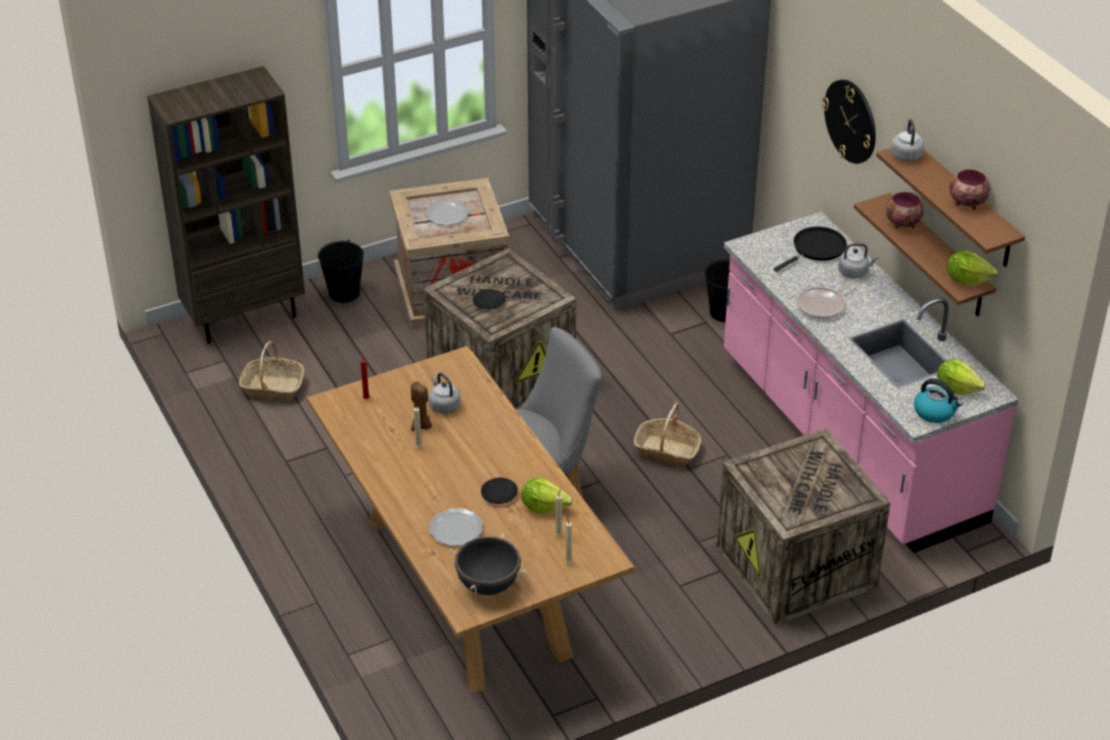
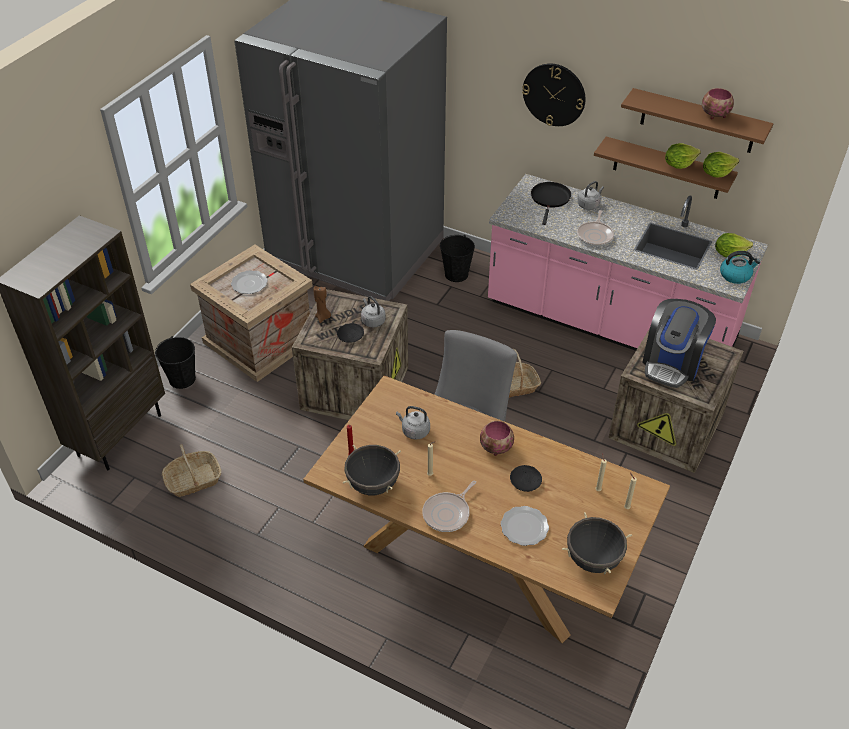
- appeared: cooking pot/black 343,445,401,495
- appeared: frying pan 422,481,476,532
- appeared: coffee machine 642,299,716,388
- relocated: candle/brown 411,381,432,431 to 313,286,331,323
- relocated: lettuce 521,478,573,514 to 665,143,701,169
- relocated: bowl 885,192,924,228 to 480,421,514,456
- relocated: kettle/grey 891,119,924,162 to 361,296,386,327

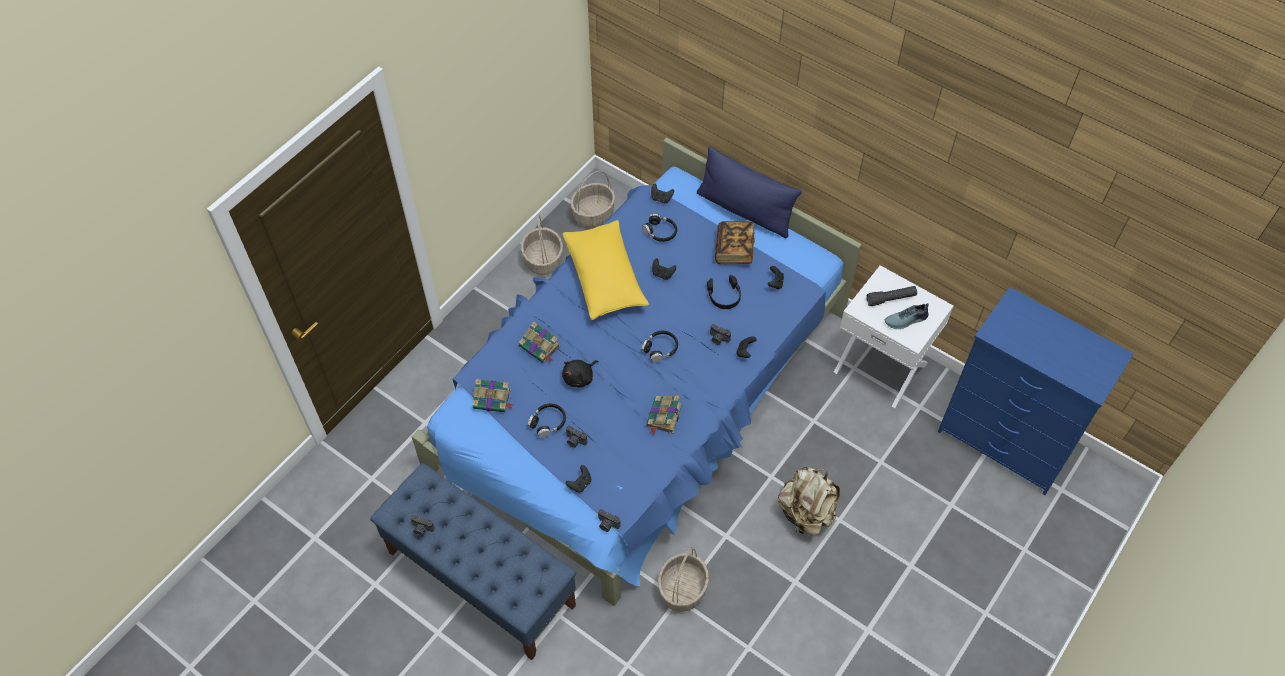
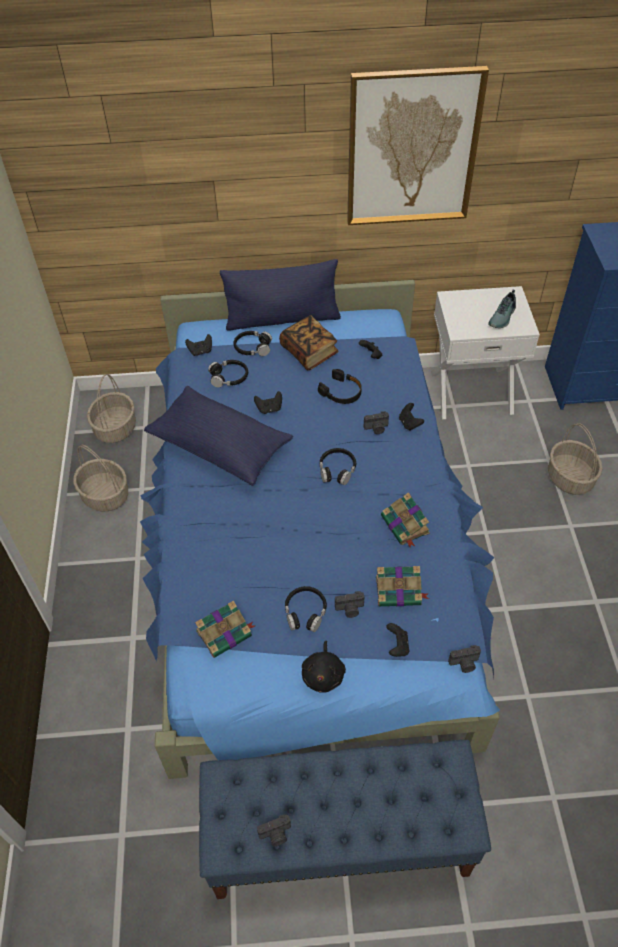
- missing: backpack/beige 778,467,840,535
- missing: flashlight/black 866,286,917,306
- appeared: headphones/black 233,331,272,356
- appeared: picture 347,66,489,225
- relocated: book 519,322,561,363 to 376,566,429,606
- relocated: plush toy/black 562,360,599,388 to 302,641,346,693
- relocated: basket 658,547,709,612 to 548,423,603,495
- colour: pillow/yellow 563,220,649,320 to pillow/blue 144,386,293,486

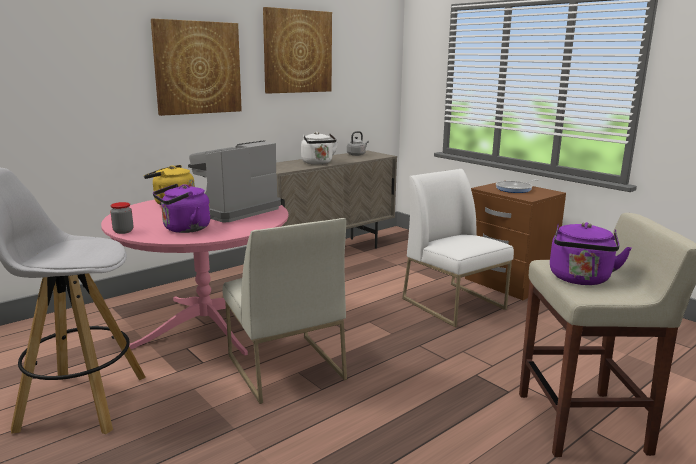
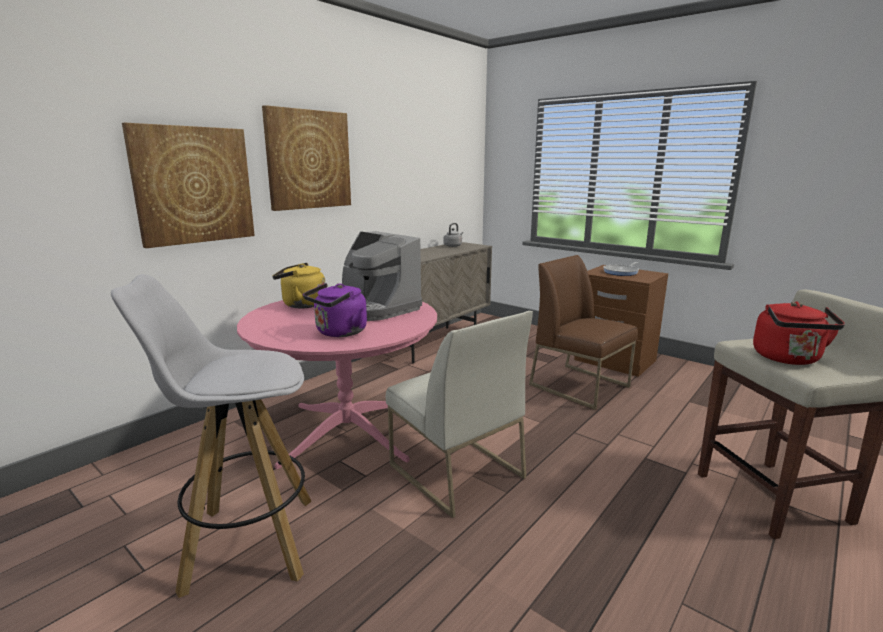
- missing: jar 110,202,133,234
- missing: kettle/white 301,132,338,164
- relocated: picture 263,7,332,94 to 122,123,255,248
- colour: chair/white 402,169,514,327 to chair/brown 529,255,638,410
- colour: kettle/purple 550,222,632,285 to kettle/red 753,302,845,365
- spun: coffee machine 188,140,281,222 = 342,231,422,321 75 degrees counterclockwise

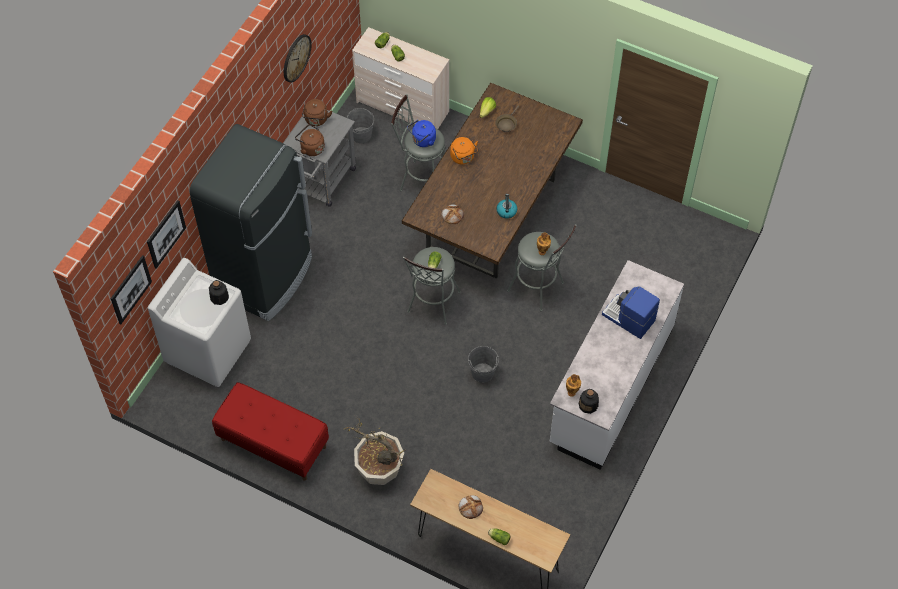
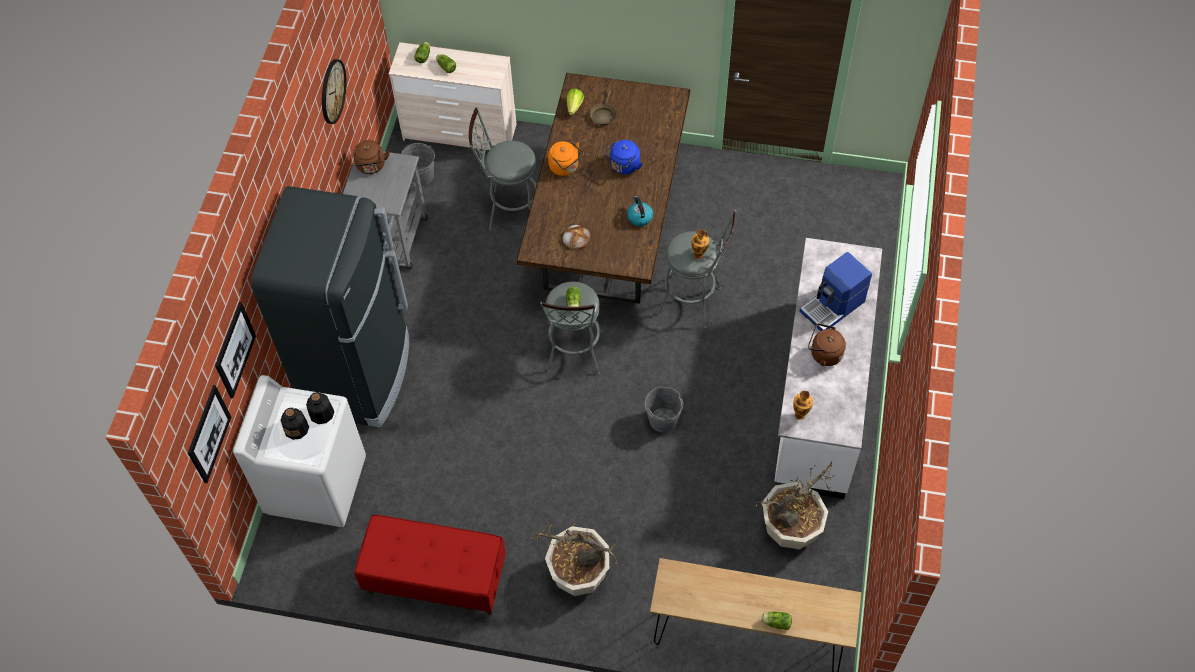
- missing: bread 458,495,483,519
- appeared: potted plant 755,462,838,550
- relocated: kettle/brown 295,124,325,156 to 808,323,846,366
- relocated: kettle/blue 407,120,436,147 to 604,140,643,174
- relocated: bottle 579,389,599,414 to 281,408,309,440
- spun: coffee machine 602,286,660,339 = 799,252,872,331 60 degrees counterclockwise

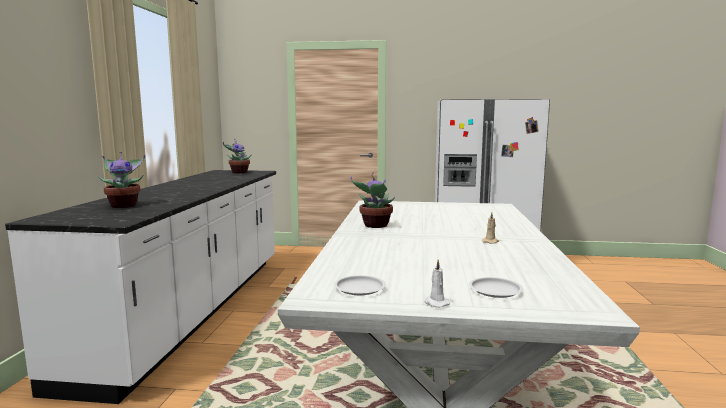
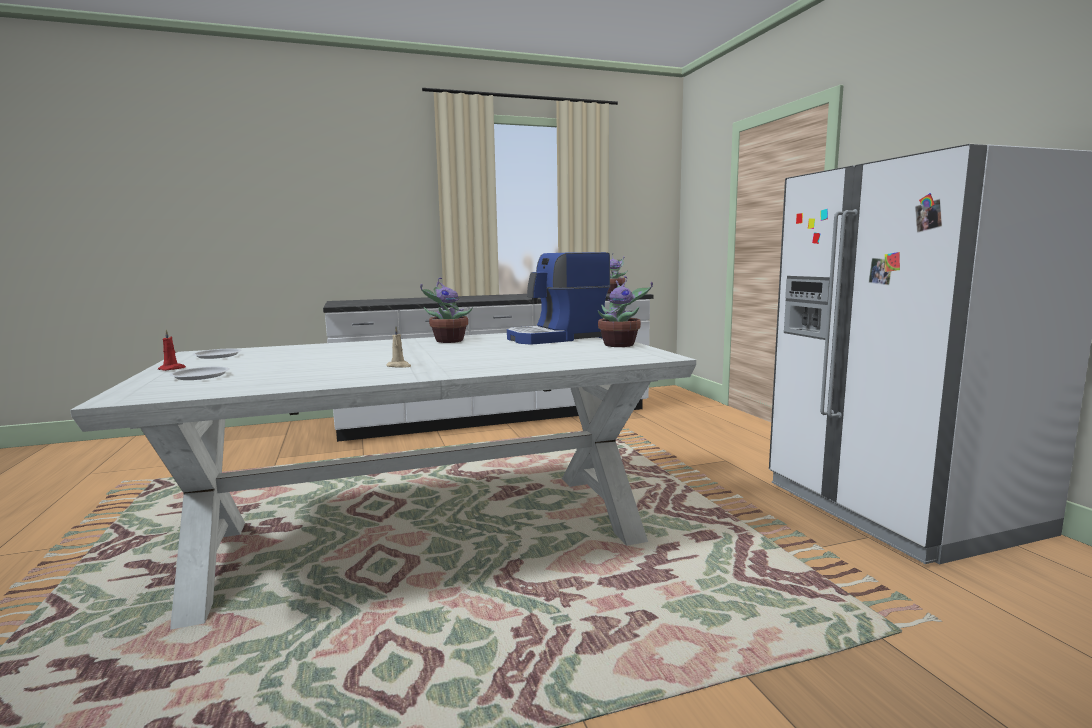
- appeared: coffee machine 507,252,610,345
- relocated: potted plant 98,152,145,208 to 598,276,653,347
- colour: candle/white 424,260,450,308 to candle/red 158,329,186,371

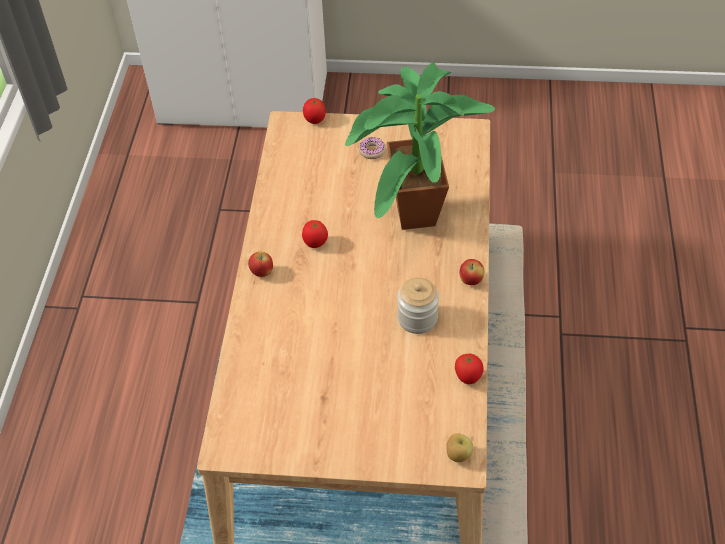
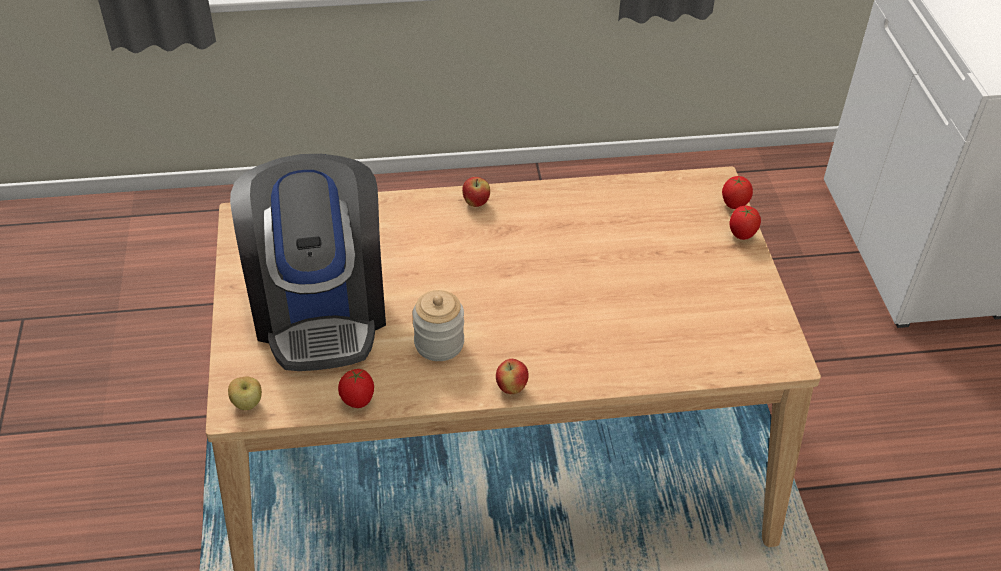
- missing: potted plant 345,62,495,230
- missing: donut 359,137,386,159
- appeared: coffee machine 230,154,386,371
- relocated: tomato 302,220,328,248 to 730,206,761,240

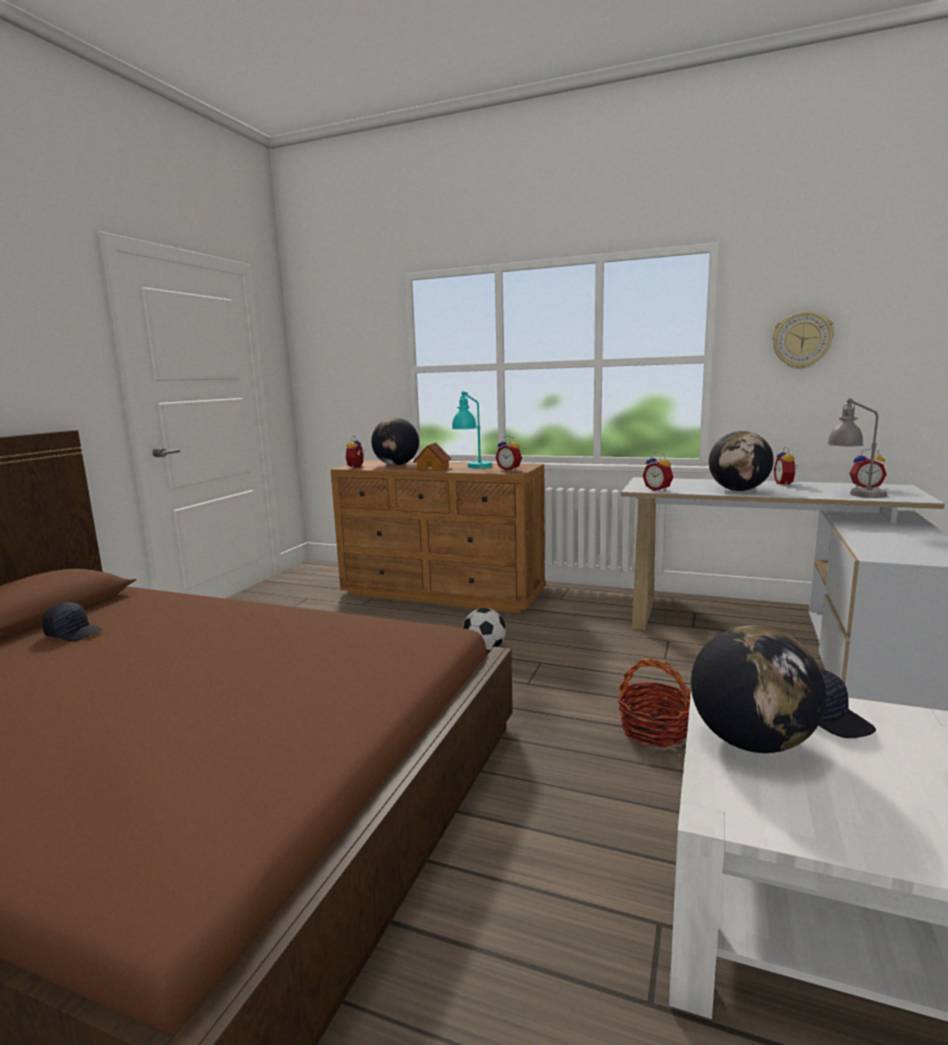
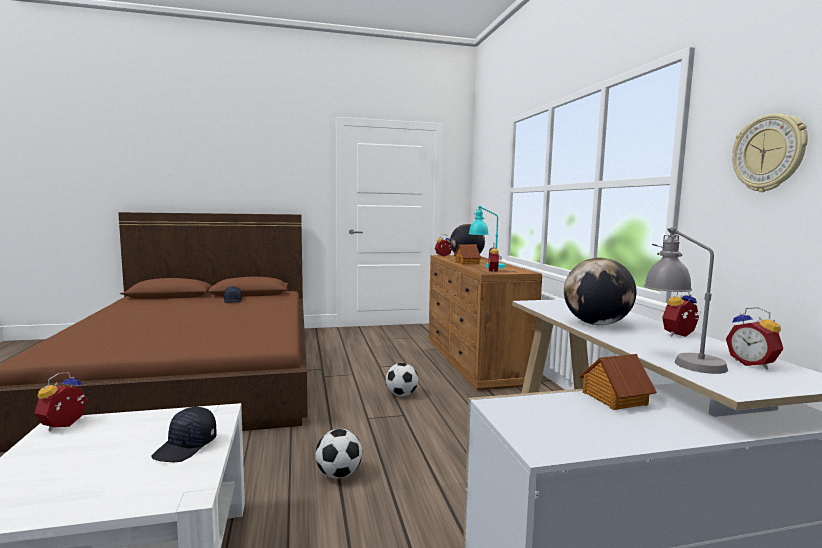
- missing: globe 691,625,827,753
- appeared: toy house 579,354,657,410
- relocated: alarm clock 643,452,673,491 to 35,373,87,431
- exchanged: basket 618,658,691,748 to football 315,429,362,478

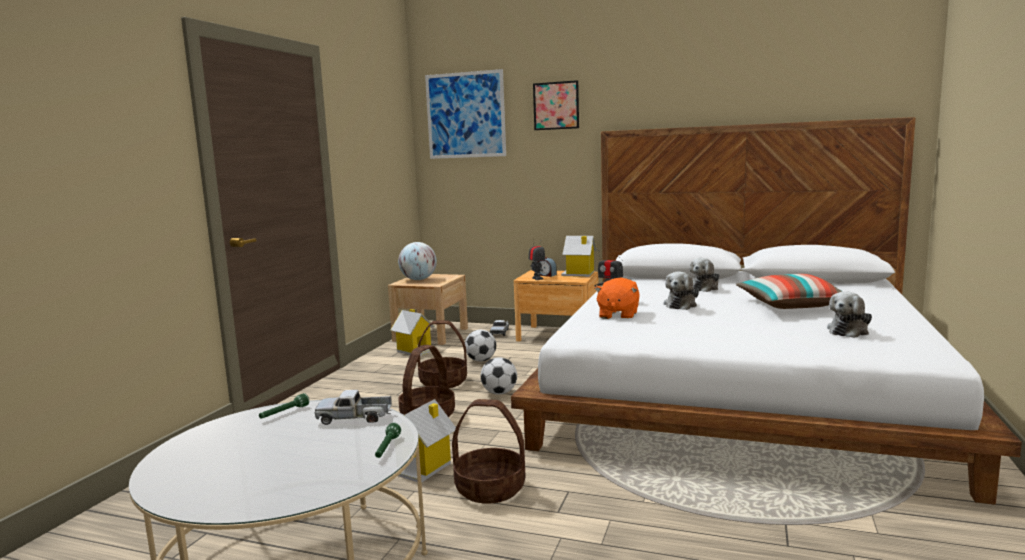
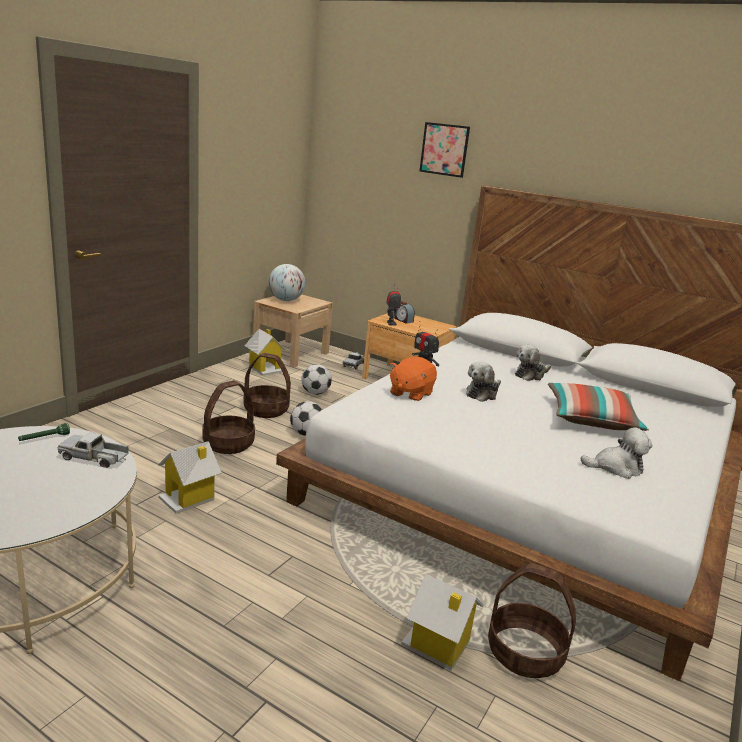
- missing: flashlight/green 375,423,401,458
- missing: picture 425,69,506,159
- relocated: basket 452,399,526,504 to 488,563,576,678
- relocated: toy house 561,236,597,277 to 401,574,483,671
- spun: plush toy 827,291,872,338 = 580,427,653,479 150 degrees counterclockwise

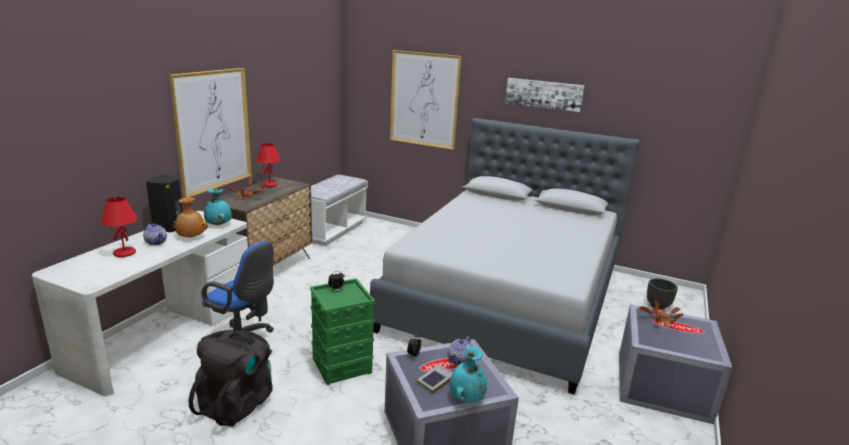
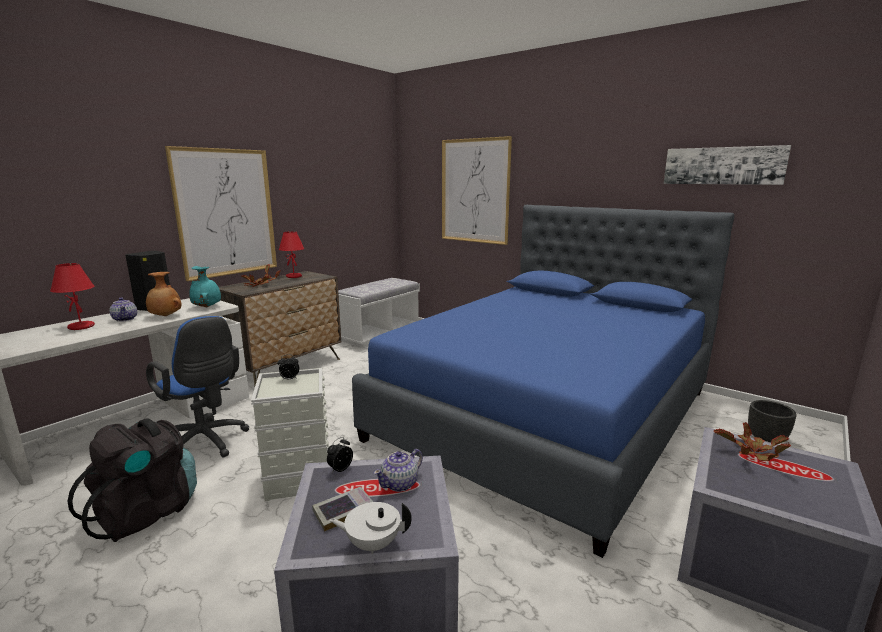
- relocated: picture 505,78,585,112 to 664,145,791,185
- exchanged: vase/turquoise 450,346,487,402 to teapot/white 329,502,412,554
- colour: storage box/green 310,278,375,385 to storage box/grey 251,368,329,501
- colour: bed/grey 370,118,640,394 to bed/blue 352,205,734,558

